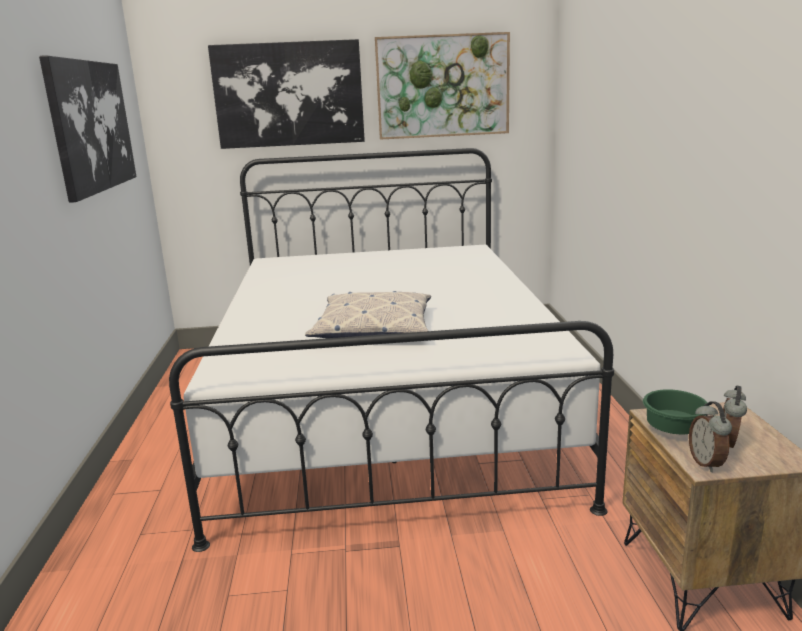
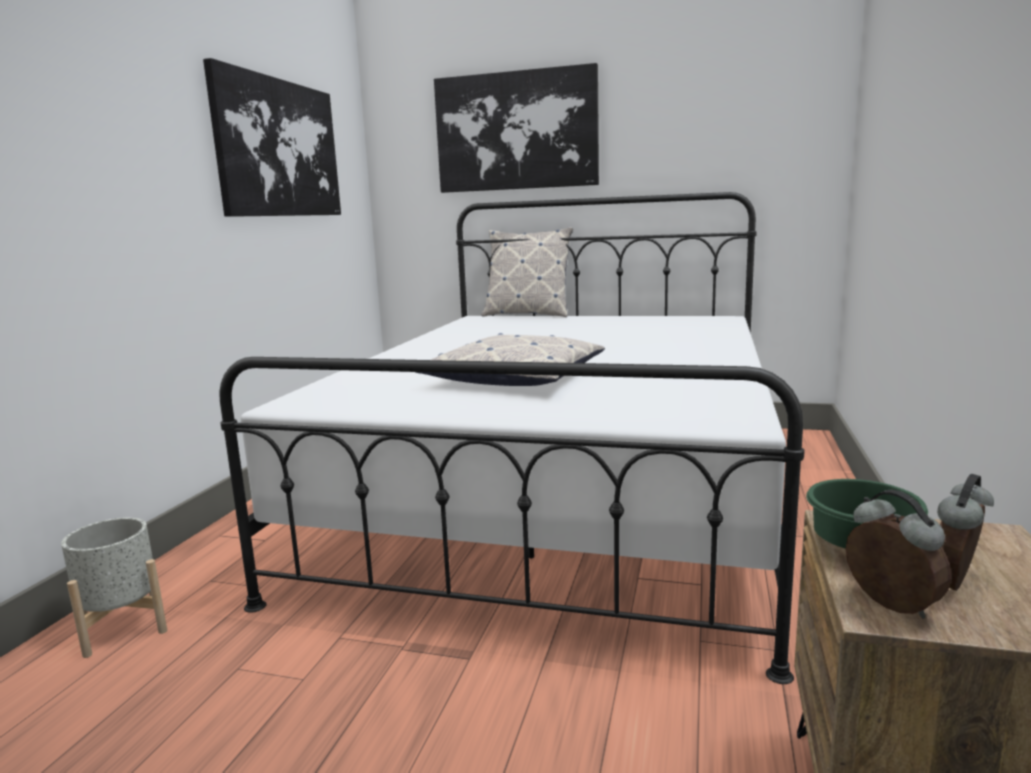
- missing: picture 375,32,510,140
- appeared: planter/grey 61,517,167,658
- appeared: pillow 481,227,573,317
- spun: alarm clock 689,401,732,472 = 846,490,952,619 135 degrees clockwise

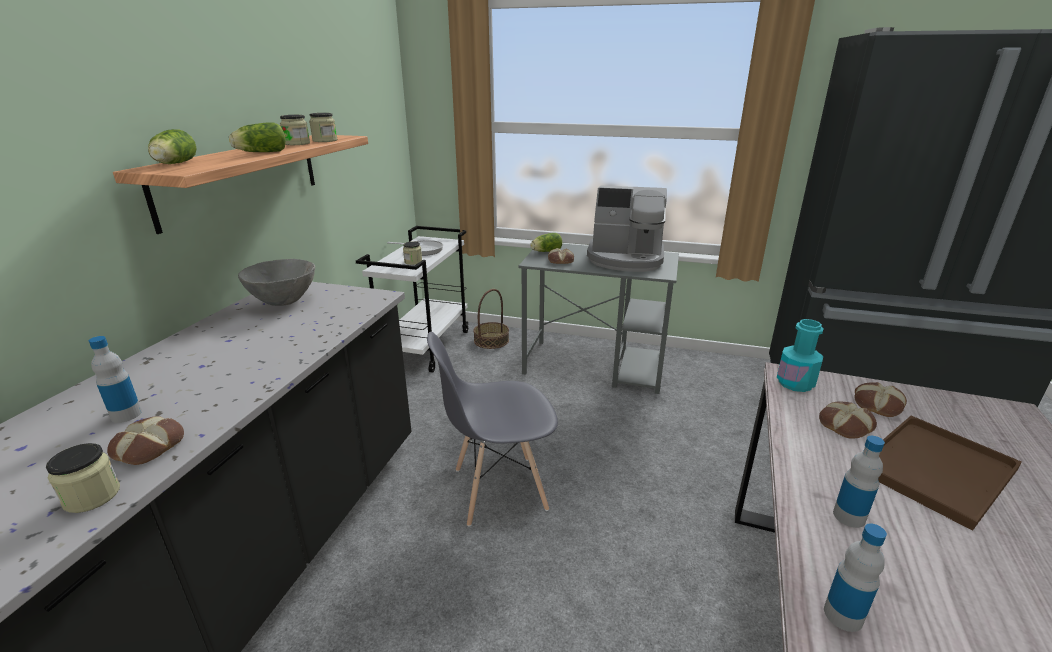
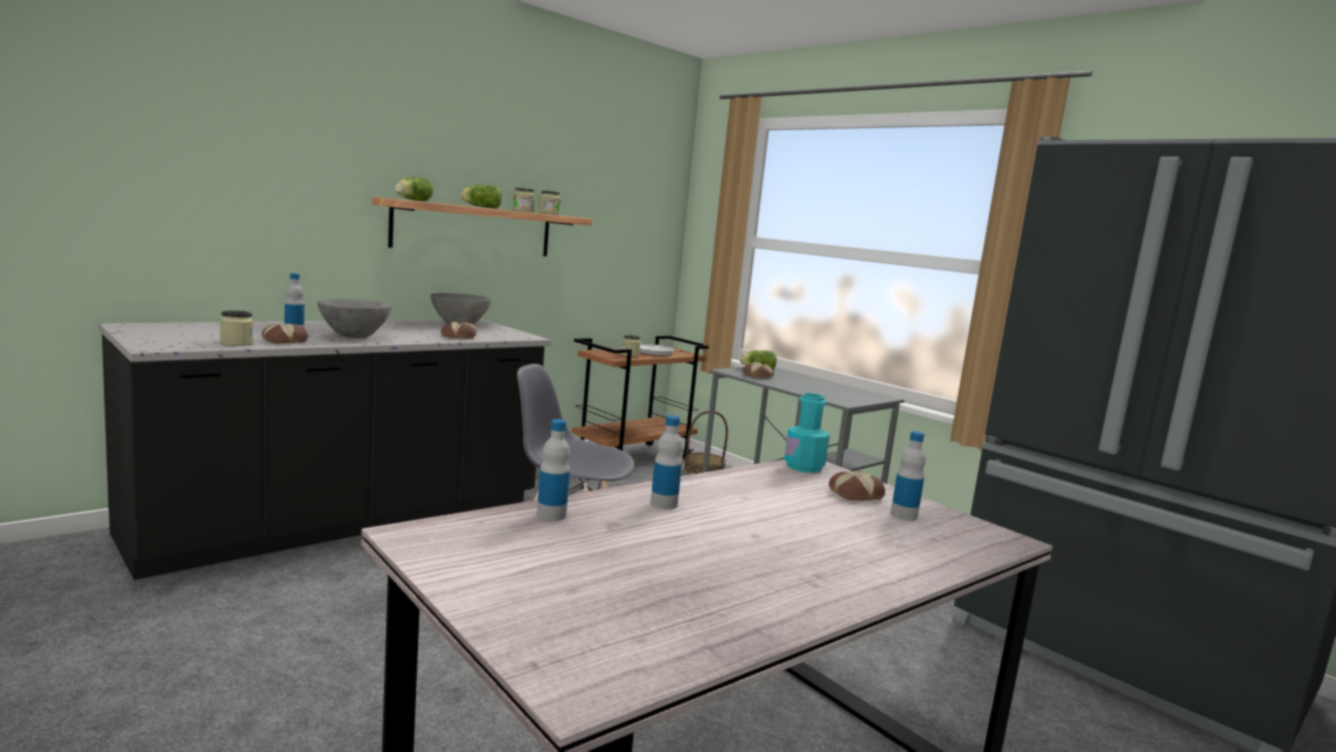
- missing: coffee machine 587,185,667,272
- missing: tray/brown 878,416,1022,531
- appeared: bowl/grey 317,298,393,338
- appeared: bottle 891,431,926,521
- relocated: bread 819,401,877,439 to 441,321,477,339
- colour: cart/white 356,226,469,372 to cart/brown 572,336,709,460

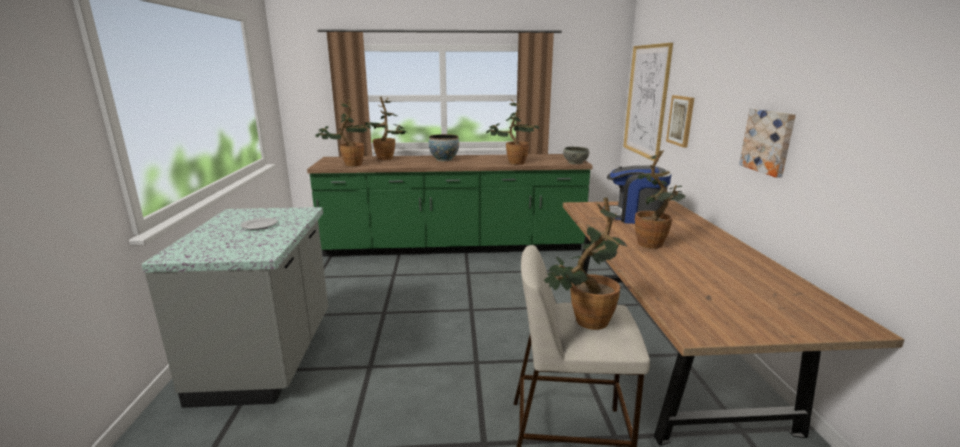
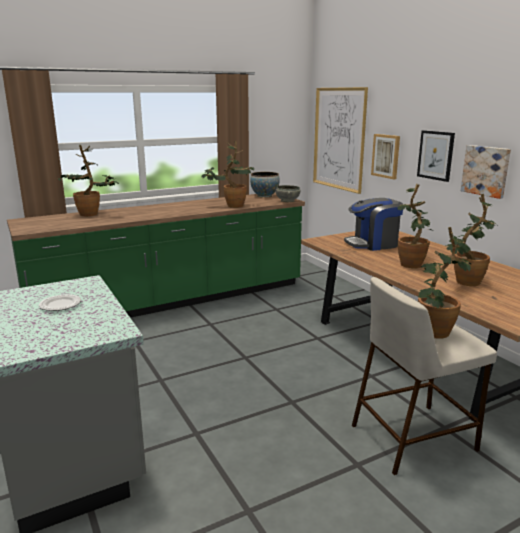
- appeared: picture 417,130,455,182
- relocated: potted plant 315,99,371,166 to 445,194,498,286
- relocated: bowl 429,134,459,161 to 250,172,280,198

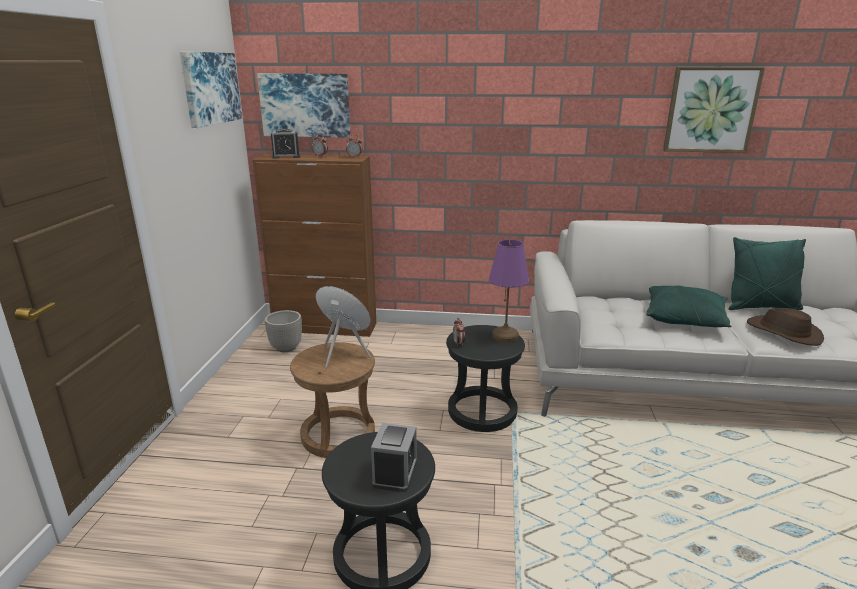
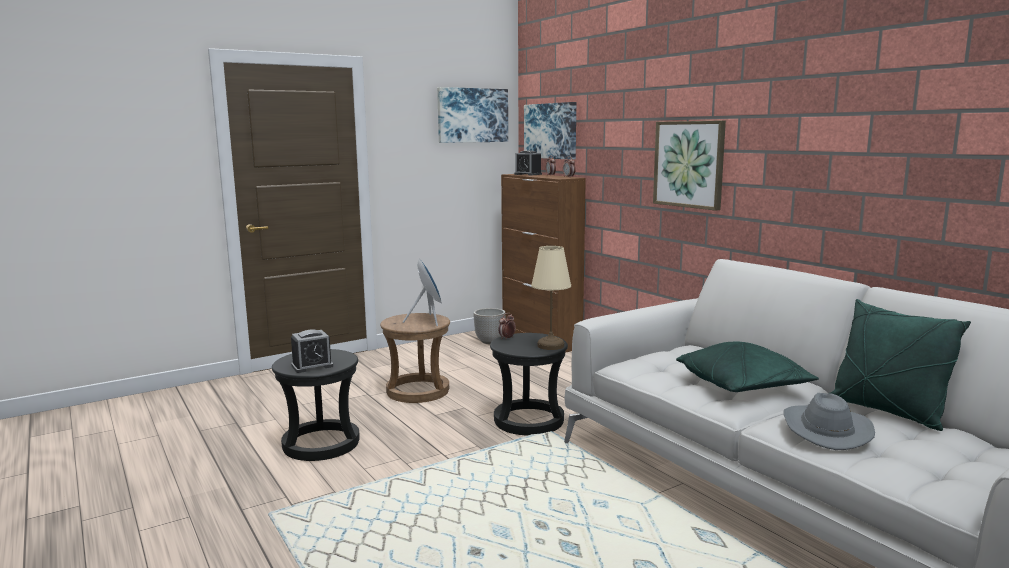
- relocated: picture 663,67,765,153 to 653,120,726,211
- colour: table lamp/purple 489,239,529,342 to table lamp/beige 531,246,571,350
- colour: hat/brown 747,308,824,346 to hat/grey 784,393,875,450

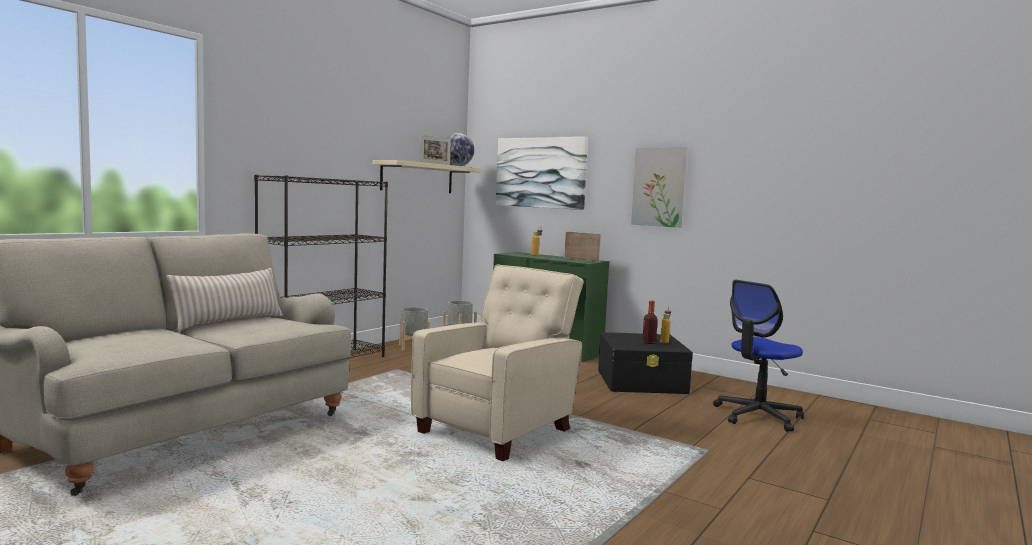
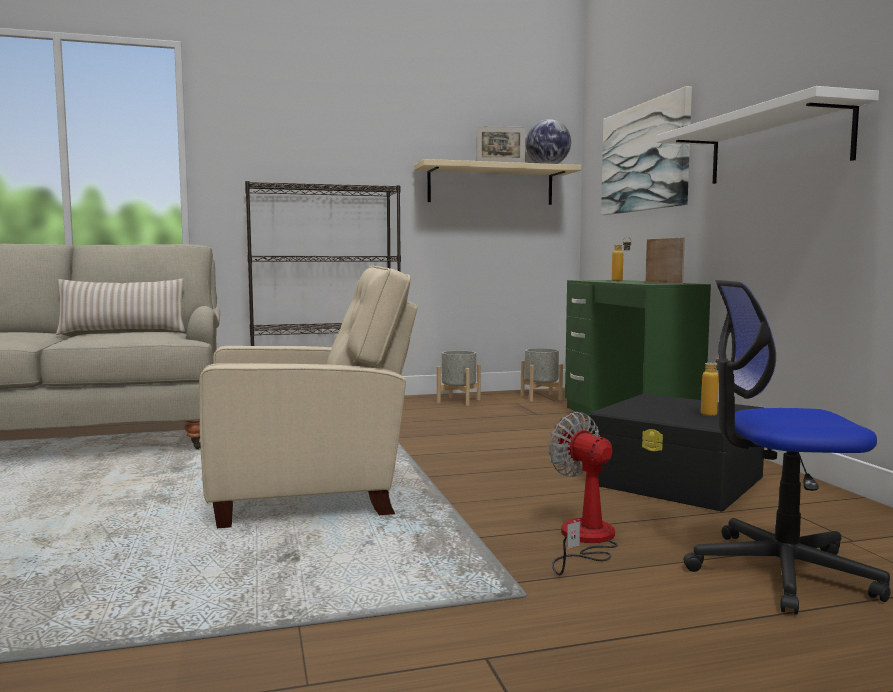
- missing: bottle 642,301,658,344
- appeared: fan 548,412,618,575
- exchanged: picture 631,147,687,228 to shelf/white 656,86,879,184

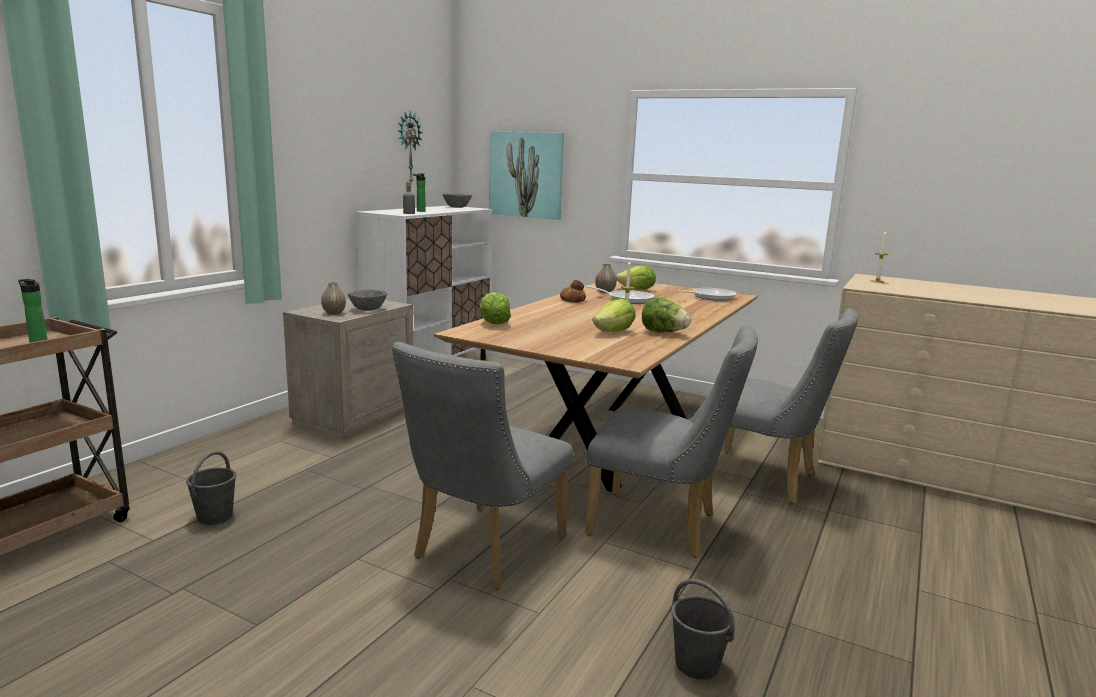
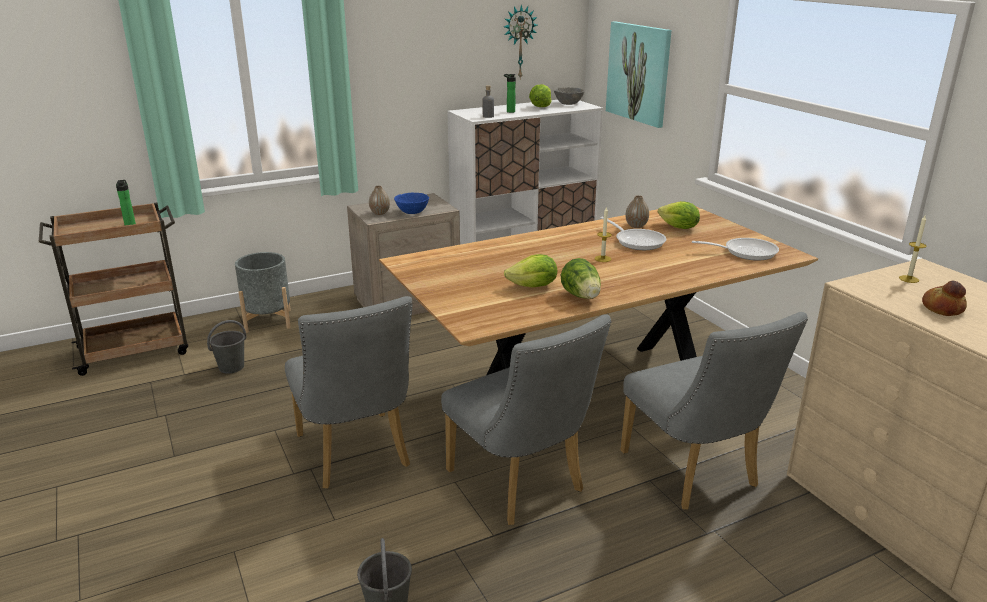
- appeared: planter/grey 235,252,291,333
- relocated: lettuce 479,292,511,325 to 529,84,552,107
- relocated: bread 560,280,586,303 to 922,280,967,316
- colour: bowl/grey 348,290,387,311 to bowl/blue 394,193,429,214
- spun: chair/grey 392,342,573,590 = 285,296,412,489 90 degrees counterclockwise

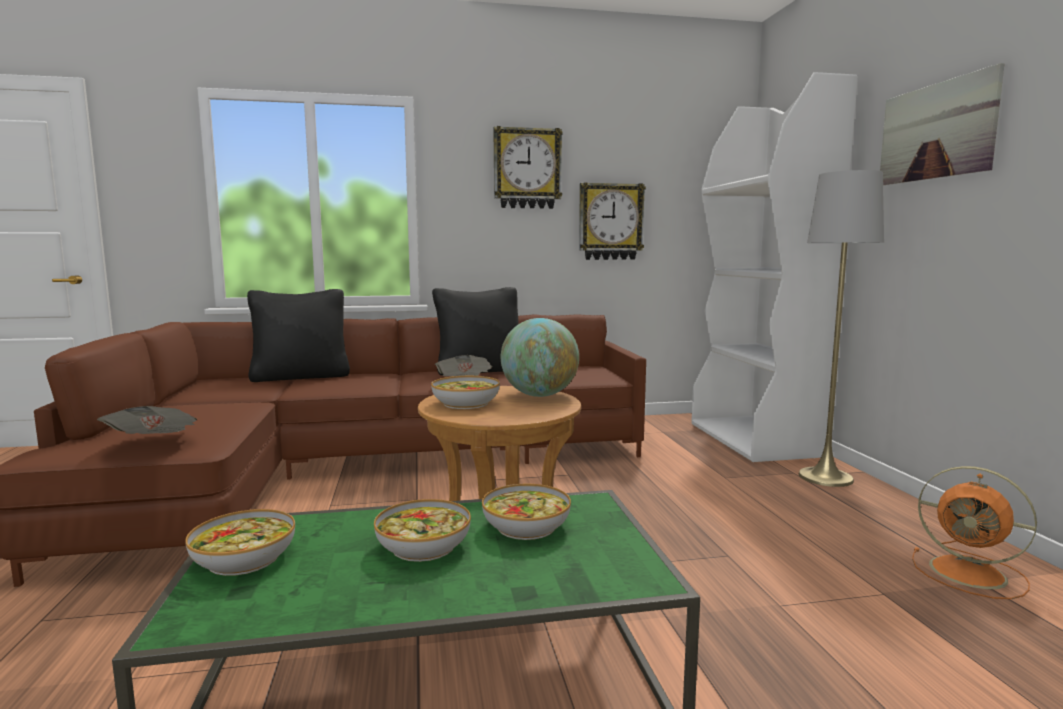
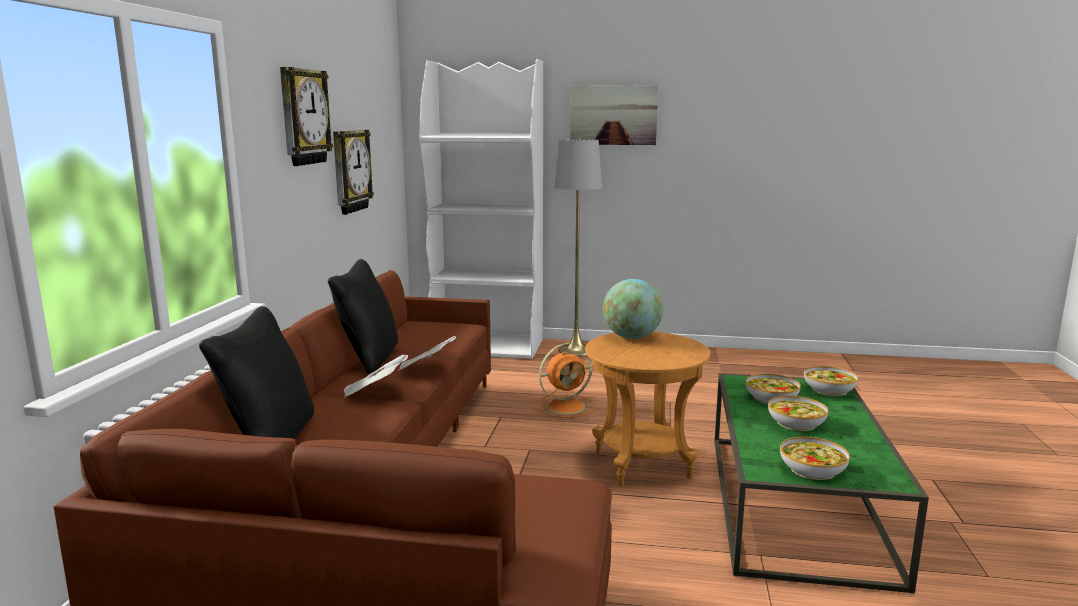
- relocated: newspaper 97,406,197,434 to 344,354,408,398
- relocated: bowl 431,376,500,409 to 804,366,859,396
- relocated: fan/orange 912,466,1037,599 to 534,343,596,418

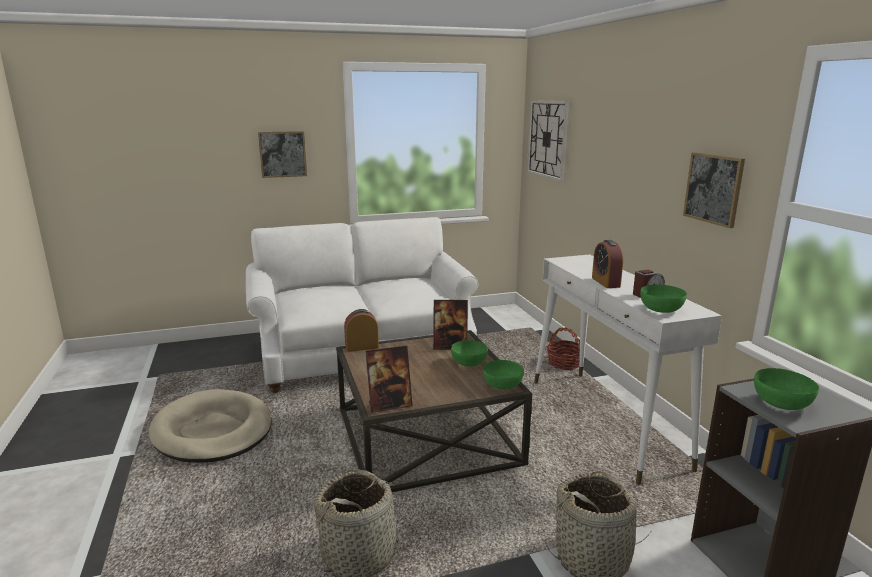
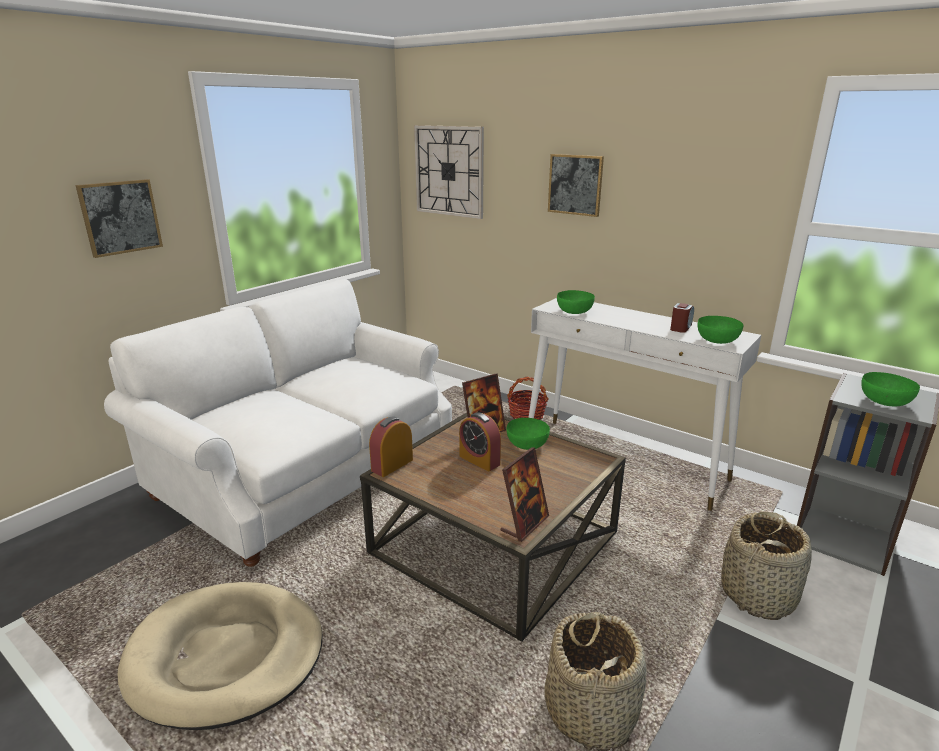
- relocated: bowl/green 483,360,524,390 to 557,290,595,314
- relocated: alarm clock 592,240,623,288 to 459,412,501,471
- relocated: picture 683,152,745,228 to 548,154,604,217

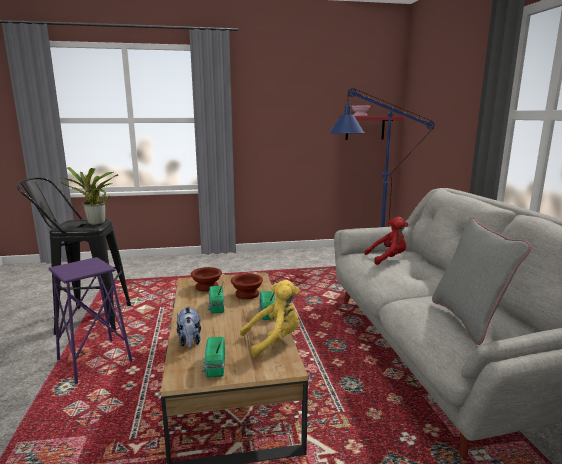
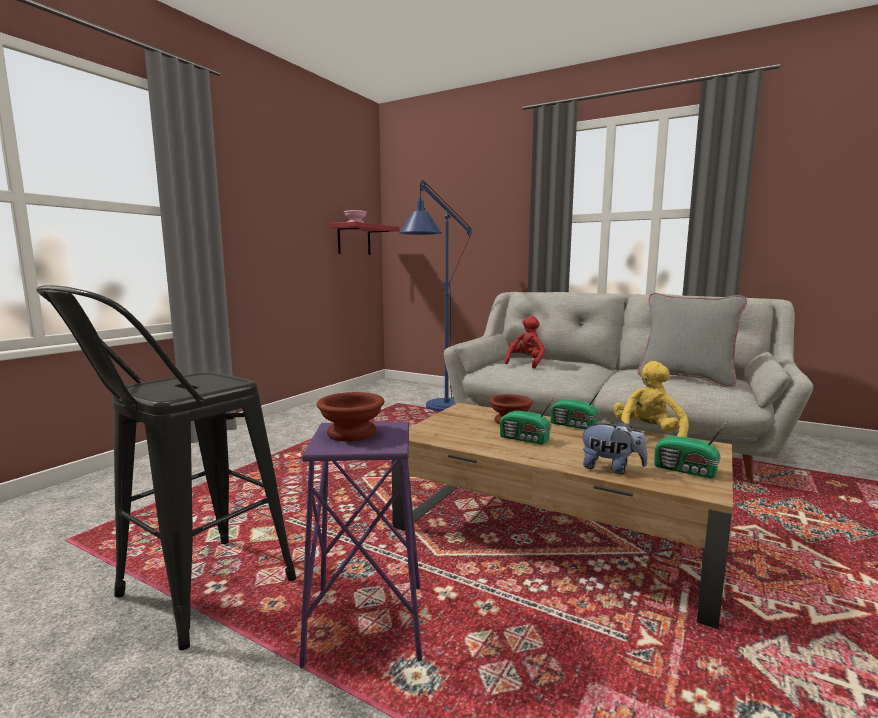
- missing: potted plant 61,167,118,225
- relocated: bowl/brown 191,267,222,292 to 317,392,385,442

